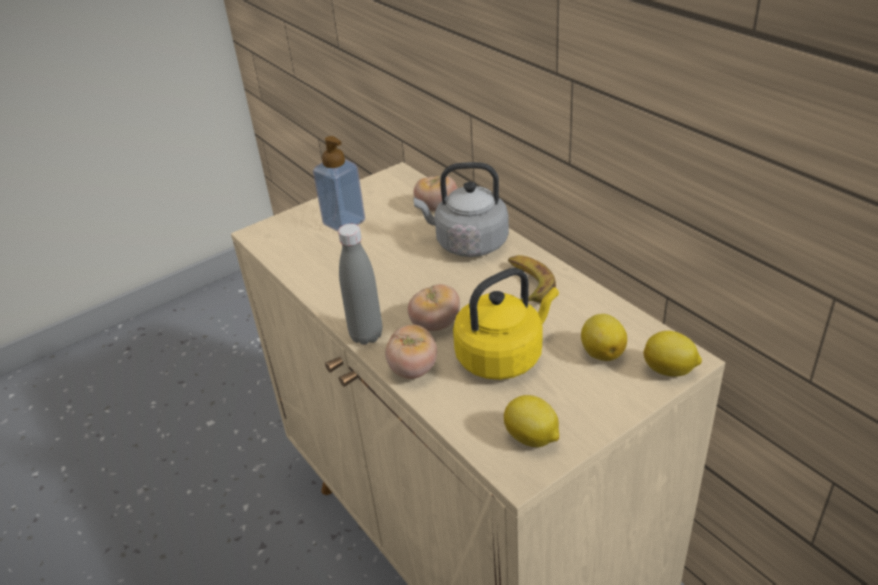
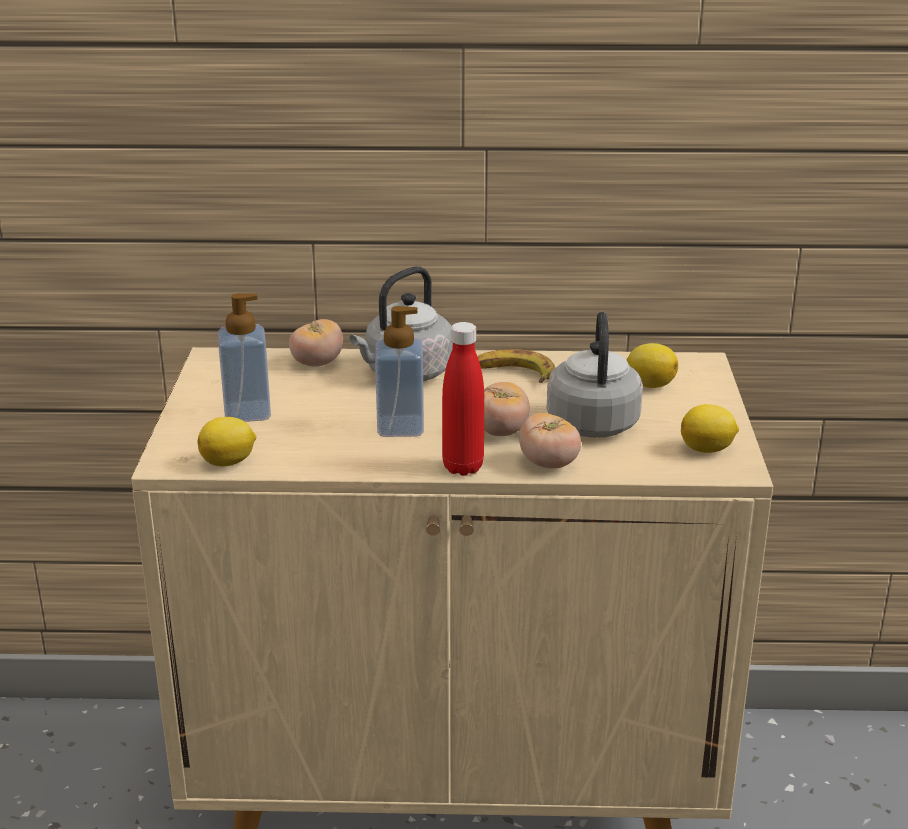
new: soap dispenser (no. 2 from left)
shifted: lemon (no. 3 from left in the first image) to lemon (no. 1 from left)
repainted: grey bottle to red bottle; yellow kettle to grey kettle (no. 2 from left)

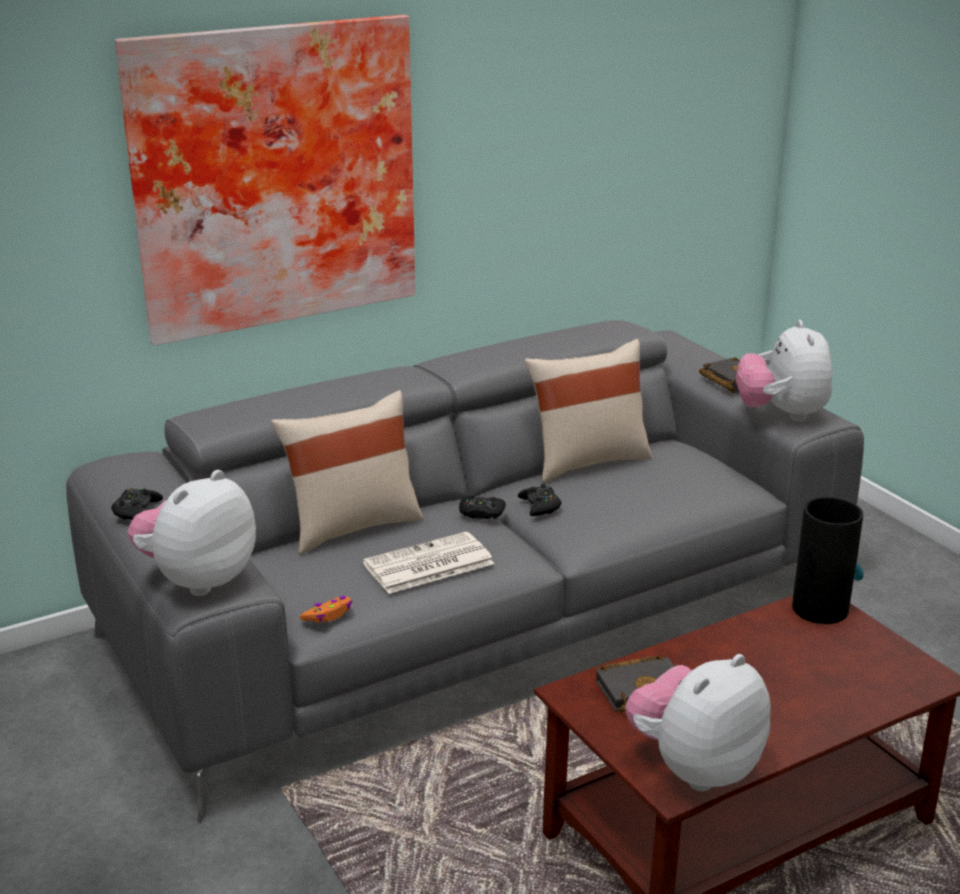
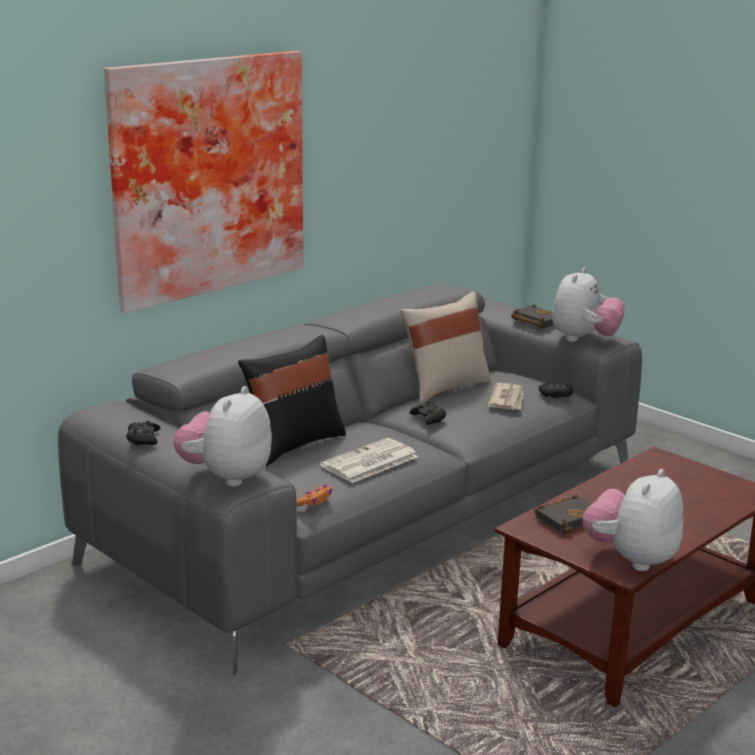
gone: vase
new: newspaper (no. 2 from left)
shifted: black game controller (no. 2 from left in the first image) to black game controller (no. 3 from left)
repainted: beige pillow (no. 1 from left) to black pillow
rotated: plush toy (no. 3 from left in the first image) 135 degrees counterclockwise

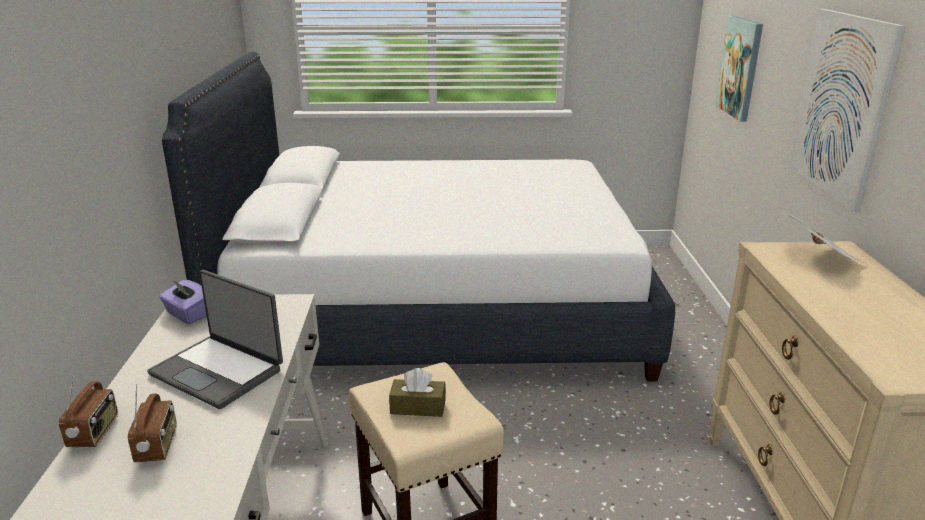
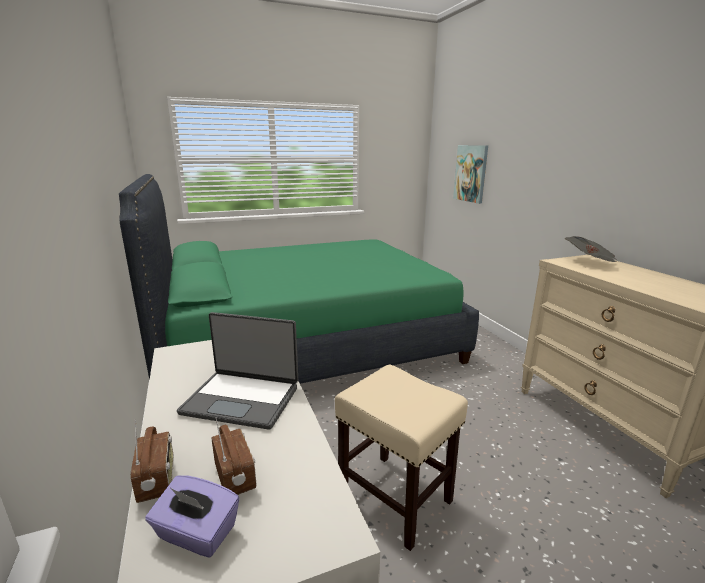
gone: picture (no. 2 from left); brown tissue box
shifted: purple tissue box
repainted: white bed to green bed

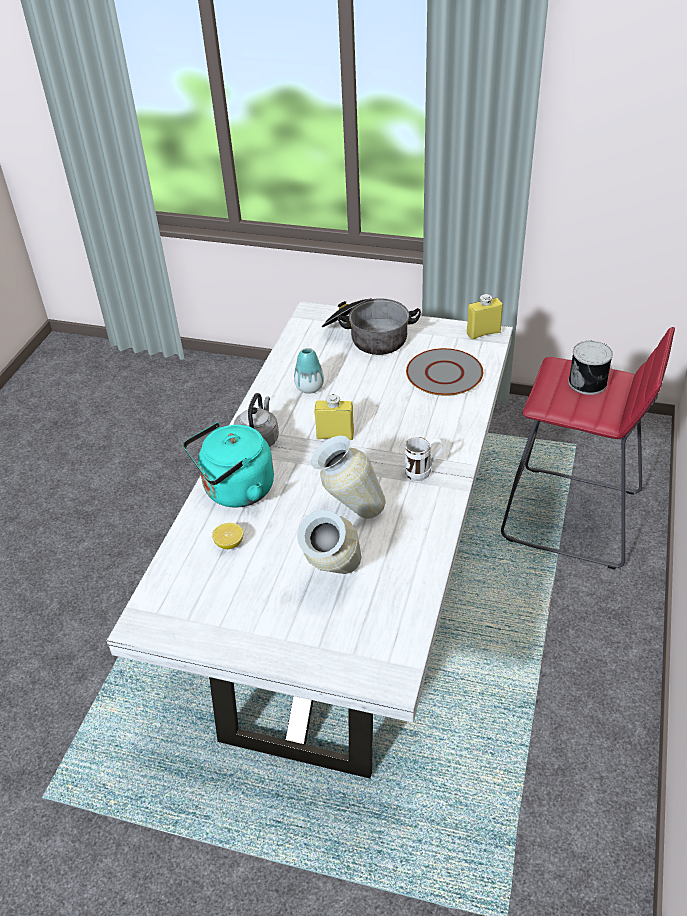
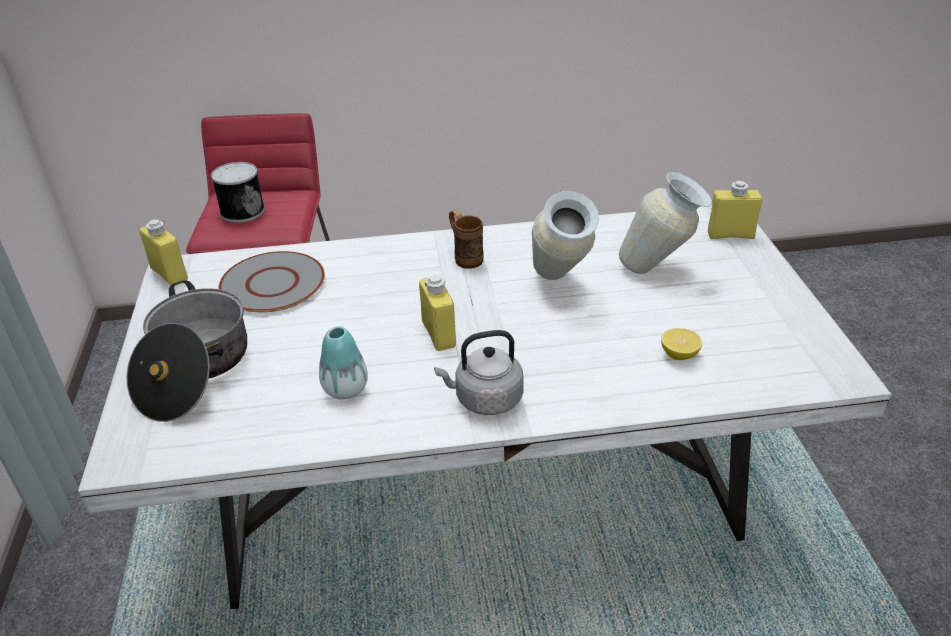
gone: turquoise kettle
new: yellow bottle (no. 3 from left)
repainted: white mug to brown mug

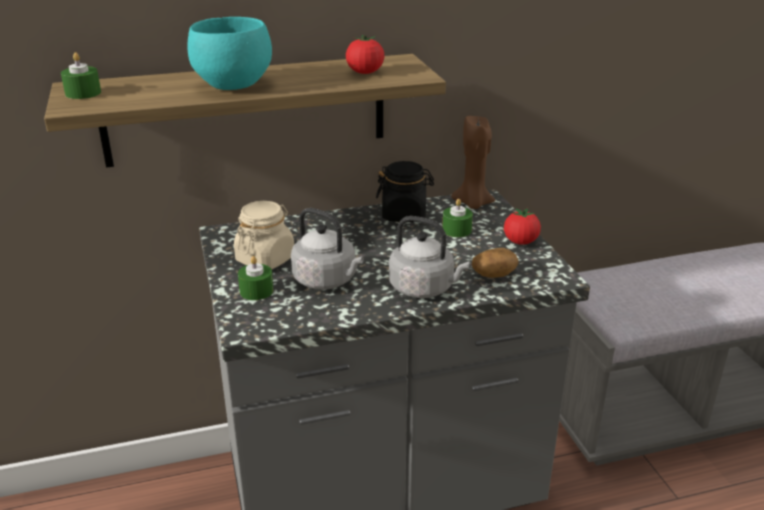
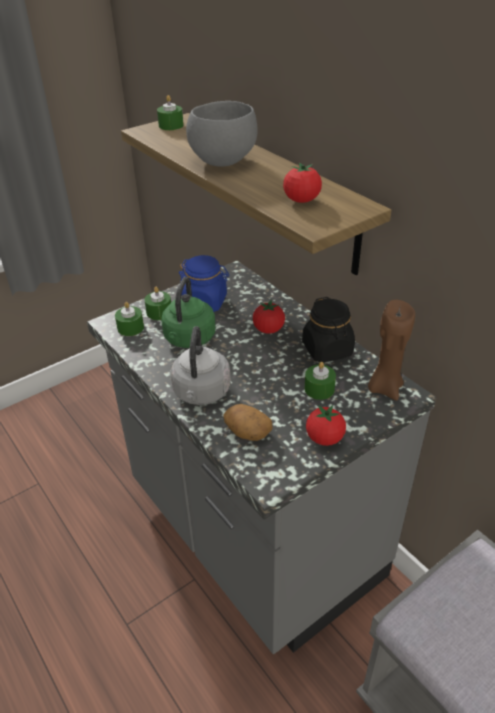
new: tomato (no. 1 from left); green candle (no. 1 from left)
repainted: turquoise bowl to grey bowl; beige jar to blue jar; grey kettle (no. 1 from left) to green kettle

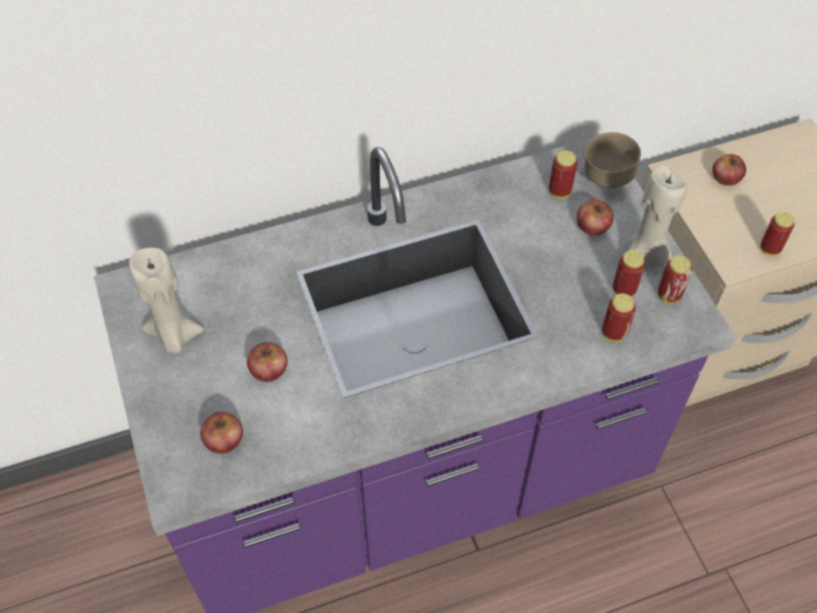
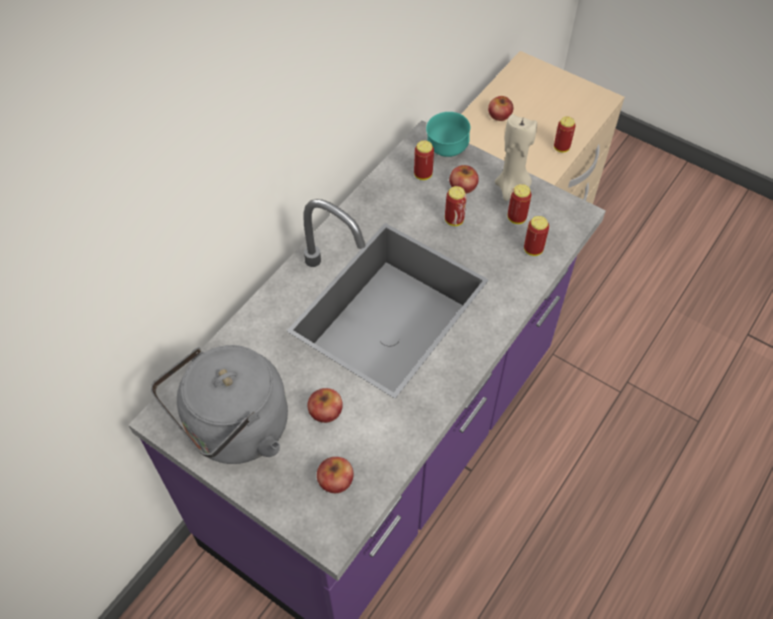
shifted: can (no. 4 from left in the first image) to can (no. 2 from left)
swapped: beige candle (no. 1 from left) to grey kettle
repainted: brown bowl to turquoise bowl

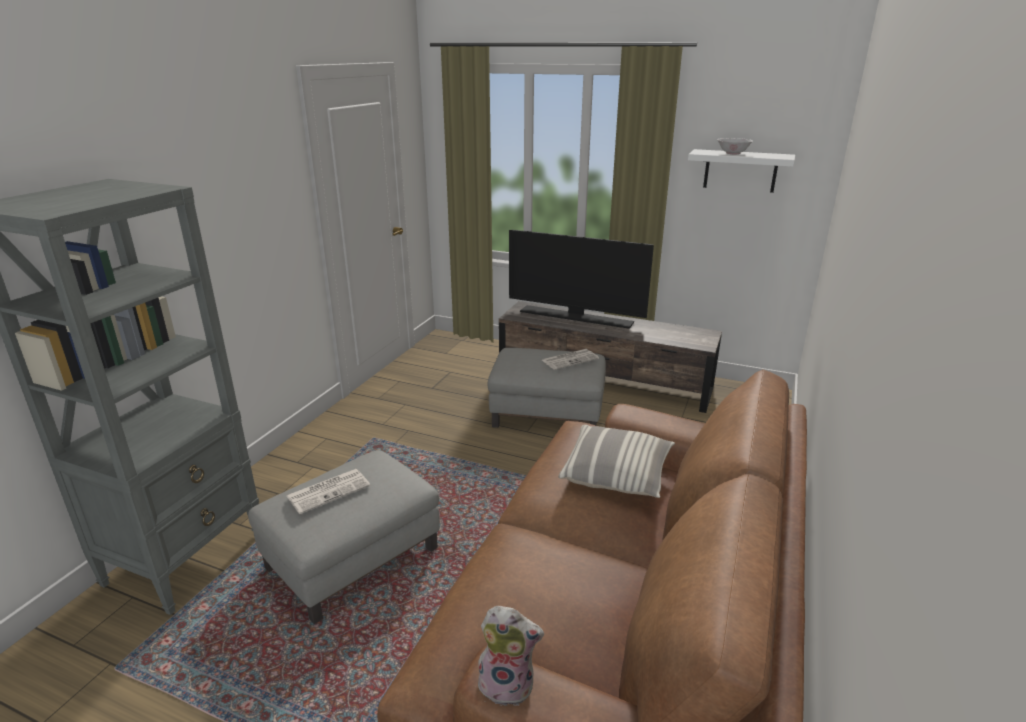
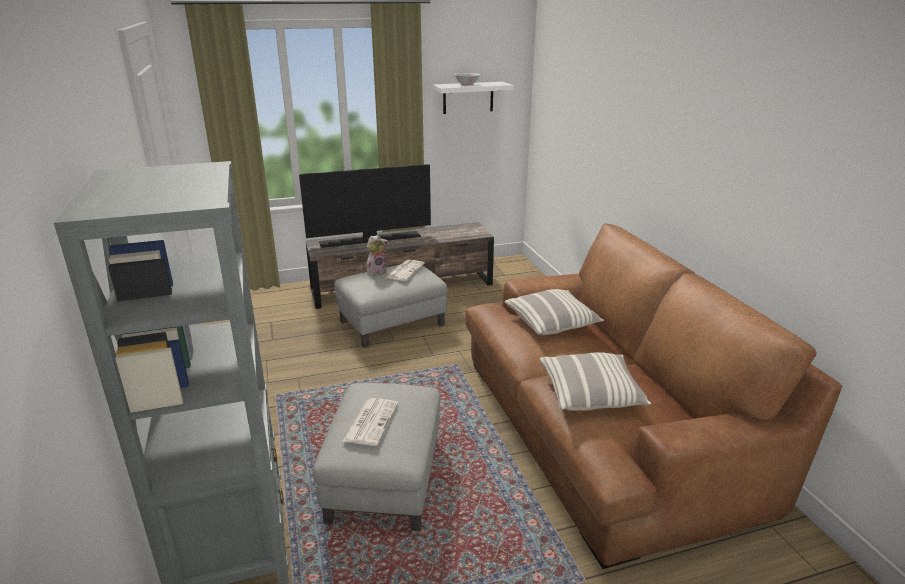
new: pillow (no. 2 from left)
shifted: plush toy

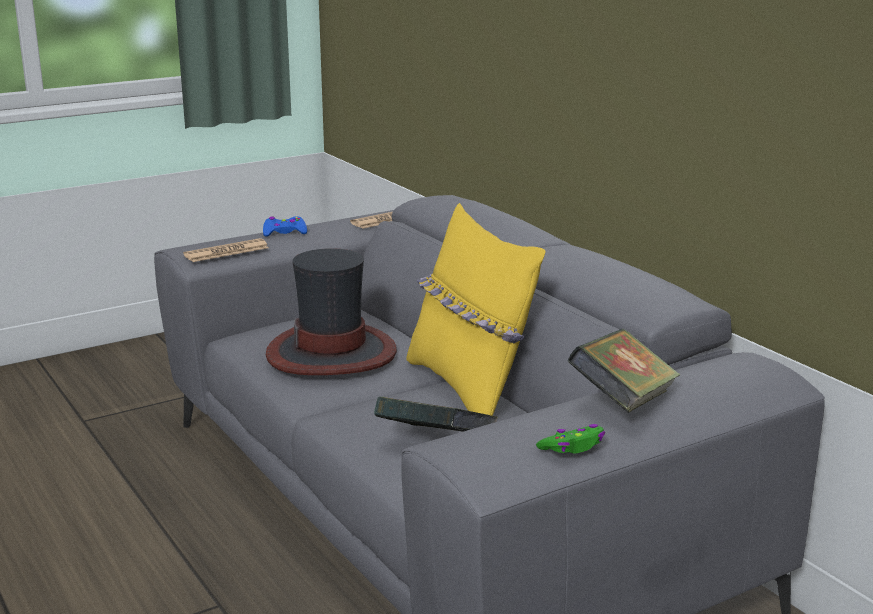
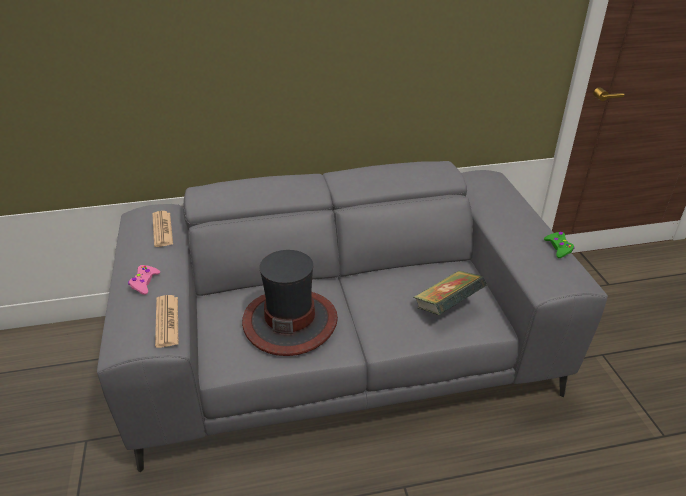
gone: yellow pillow; book (no. 2 from left)
repainted: blue game controller to pink game controller

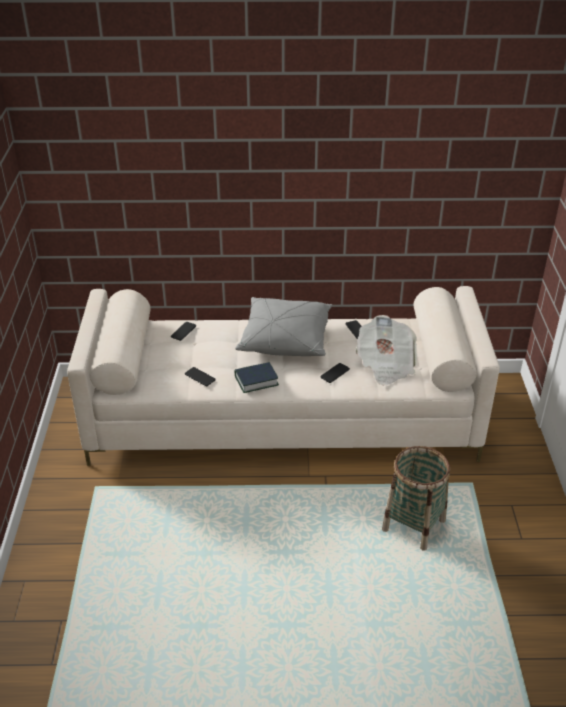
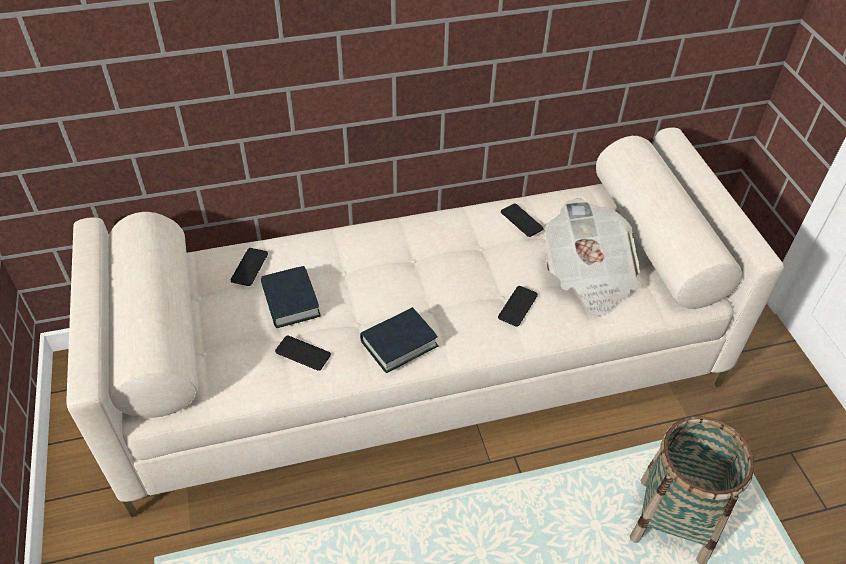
gone: grey pillow
new: book (no. 1 from left)

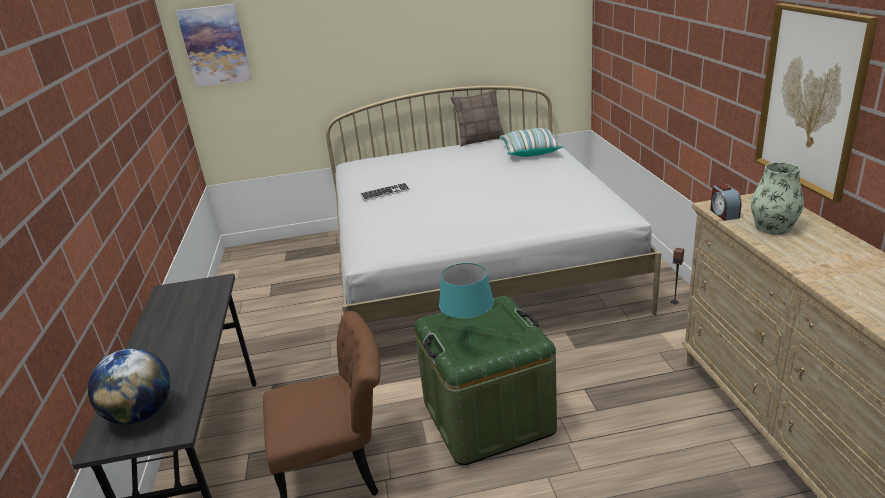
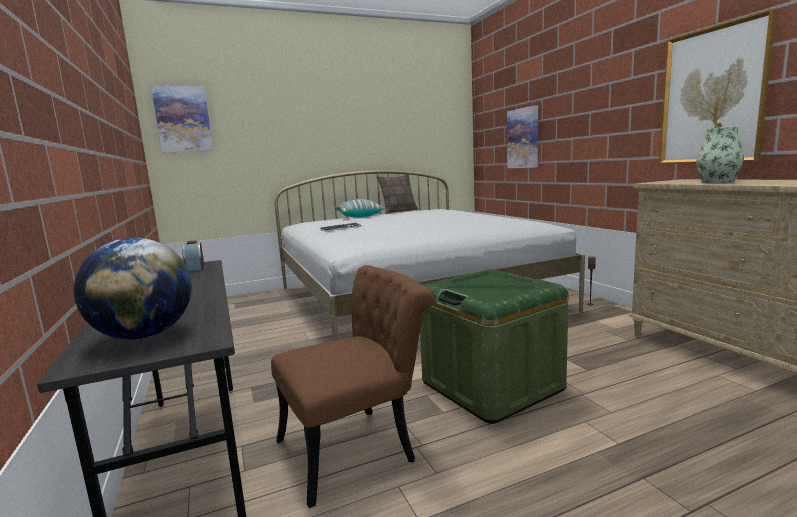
gone: turquoise table lamp
new: picture (no. 2 from left)
shifted: pillow (no. 2 from left in the first image) to pillow (no. 1 from left); alarm clock

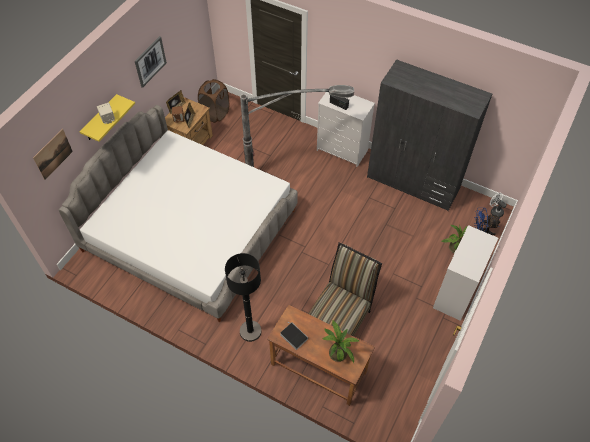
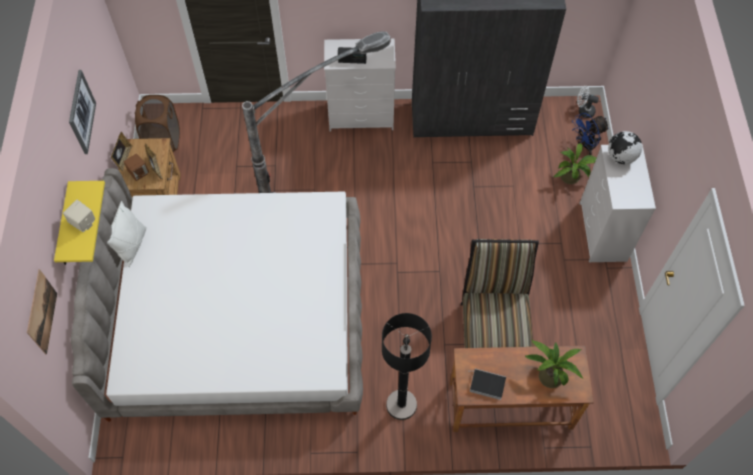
new: globe; white pillow

